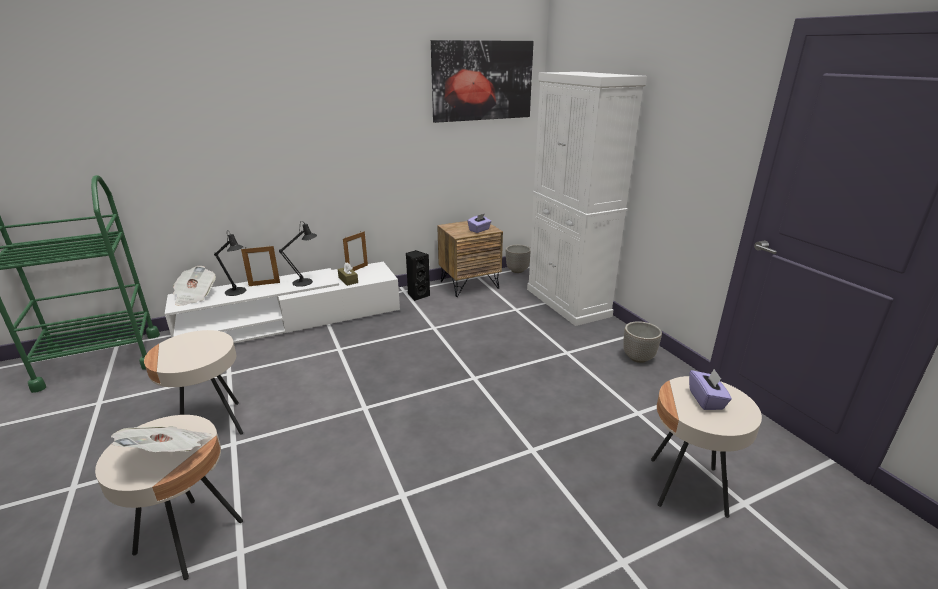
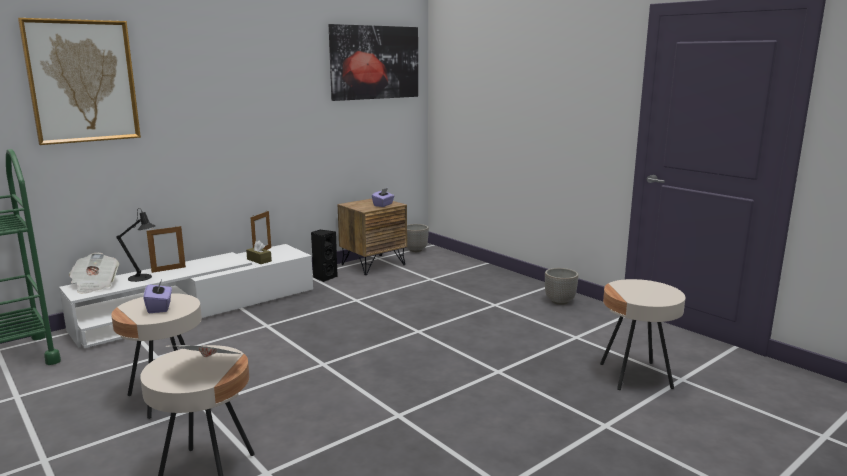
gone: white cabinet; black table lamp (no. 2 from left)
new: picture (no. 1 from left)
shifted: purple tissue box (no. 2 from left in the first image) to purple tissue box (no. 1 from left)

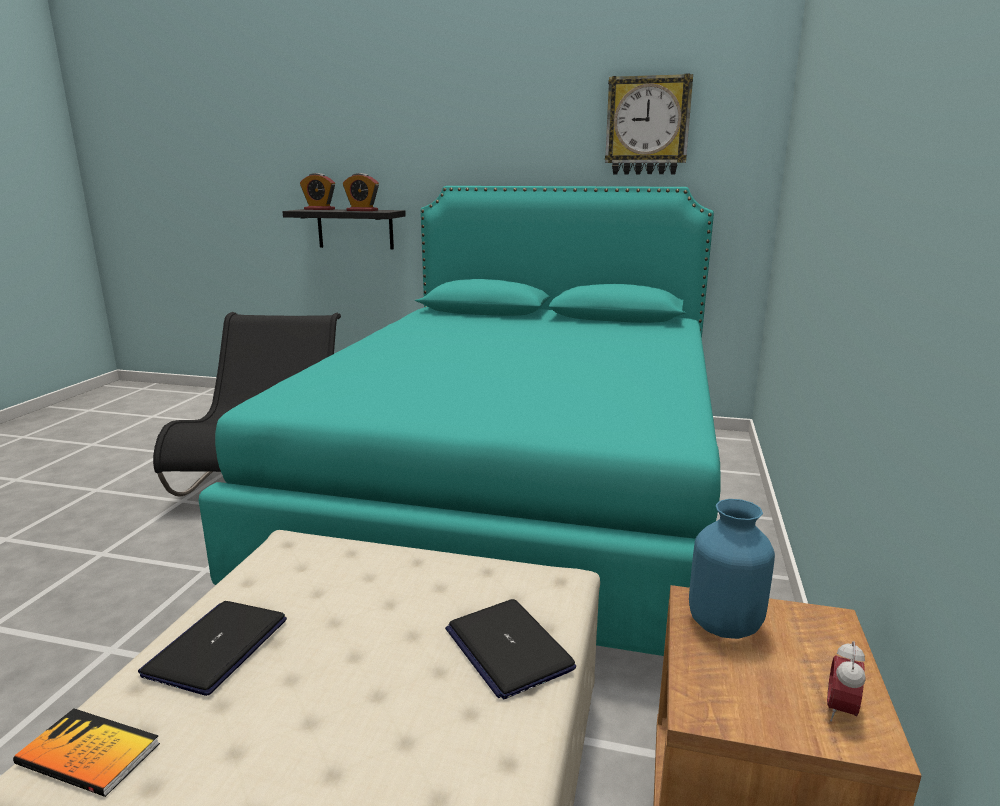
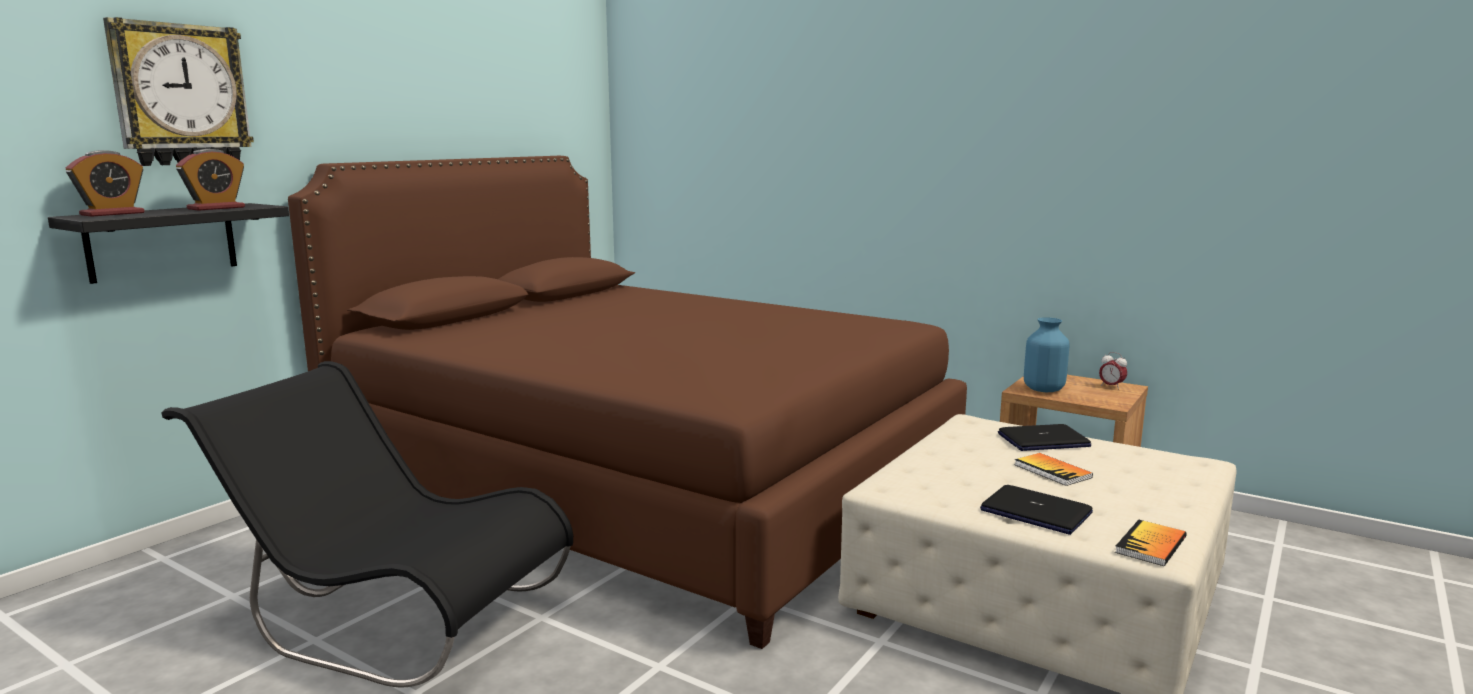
new: book (no. 1 from left)
shifted: wall clock
repainted: turquoise bed to brown bed

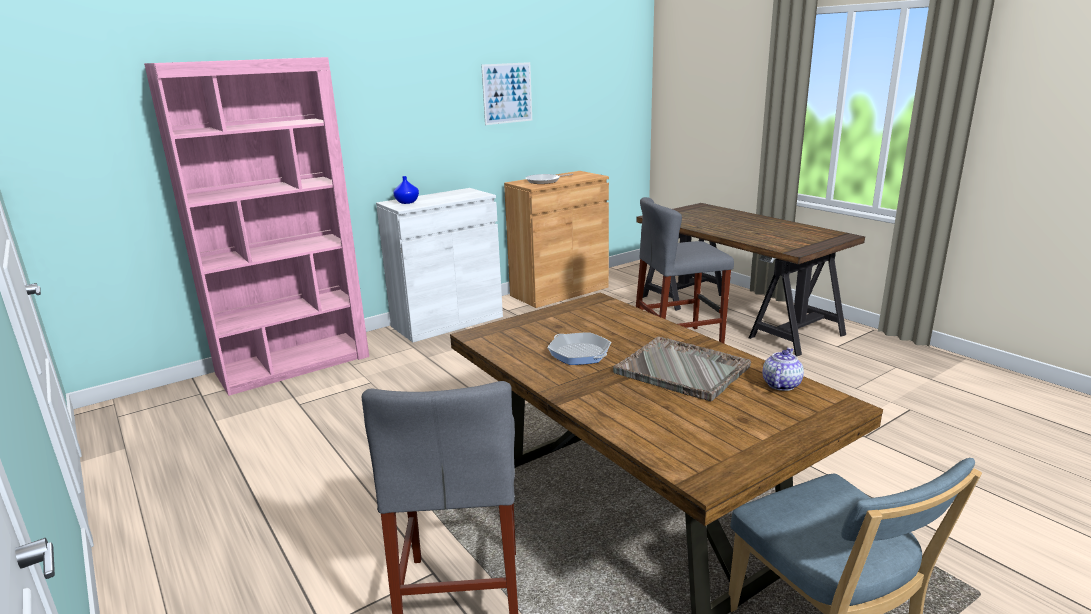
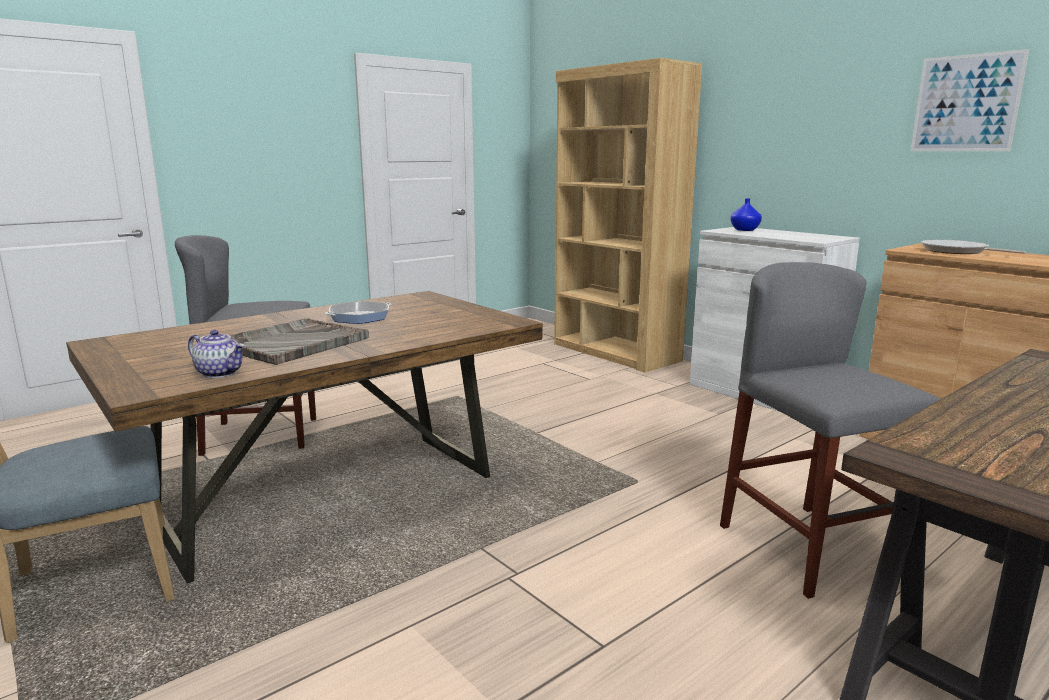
repainted: pink bookcase to brown bookcase

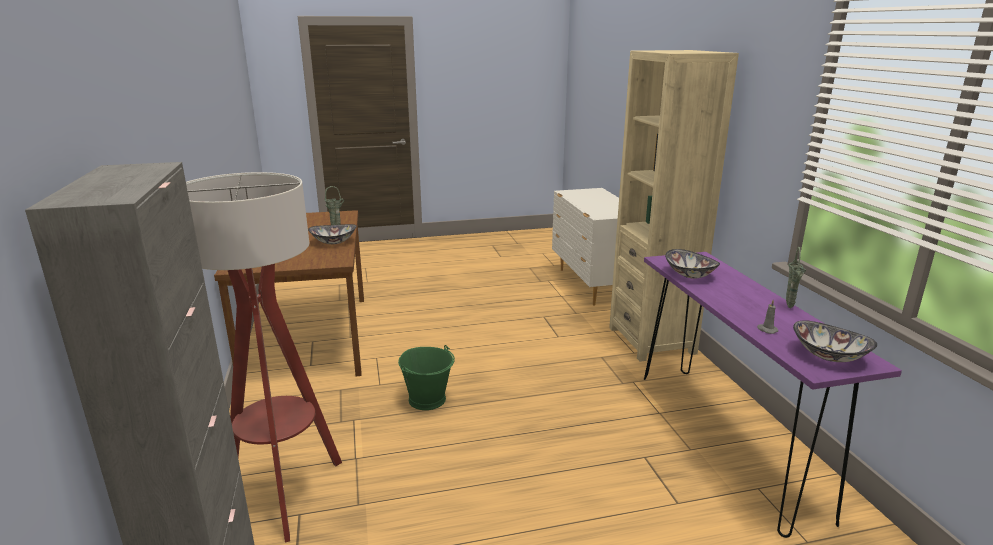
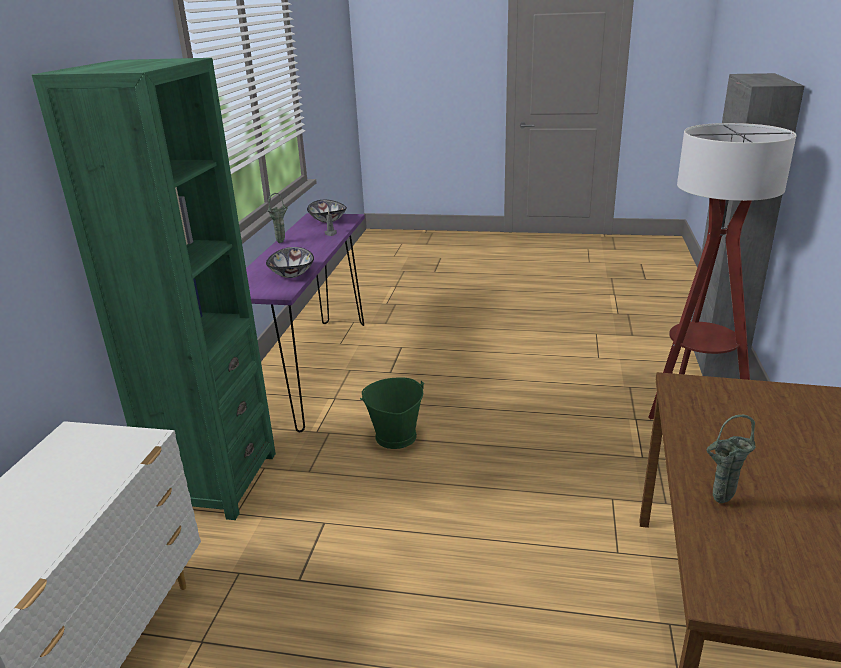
gone: bowl (no. 1 from left)
shifted: green bucket
repainted: beige bookcase to green bookcase

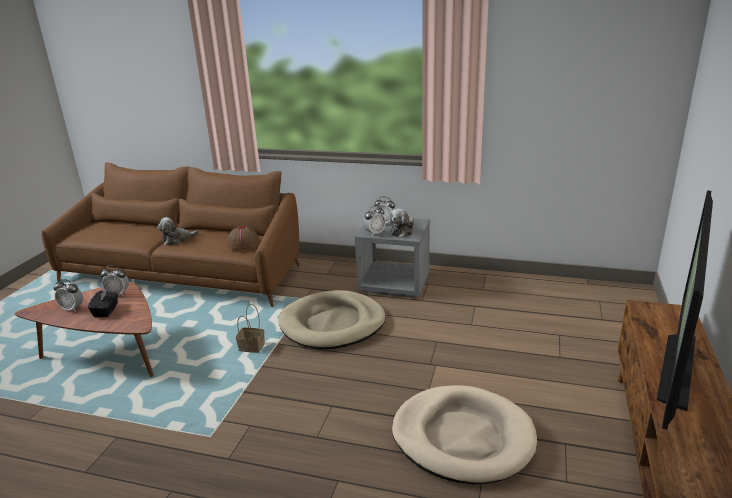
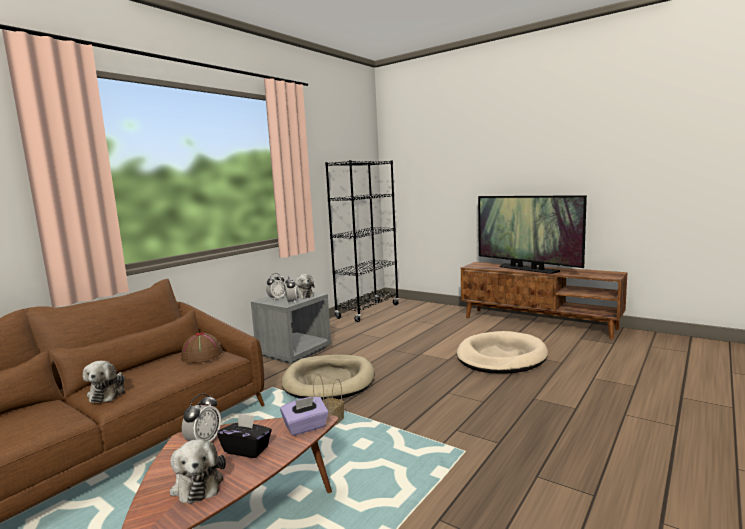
new: black bookcase; purple tissue box
swapped: alarm clock (no. 1 from left) to plush toy (no. 2 from left)

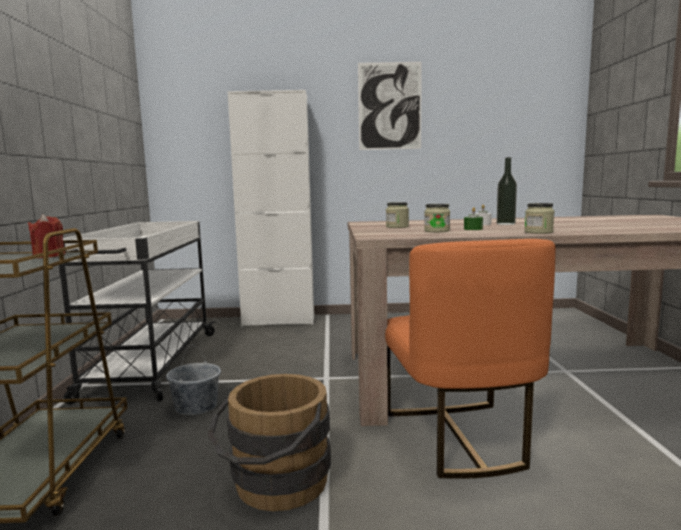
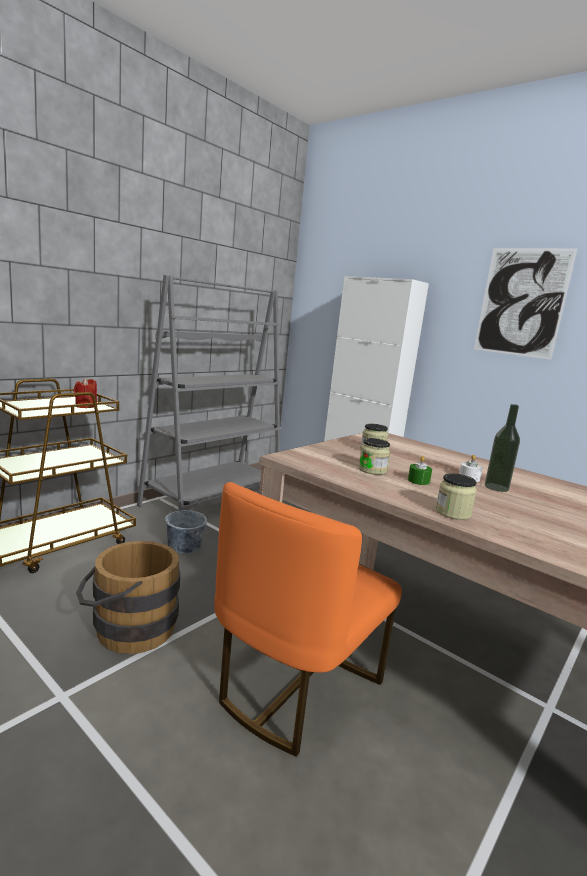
swapped: white cart to grey bookcase

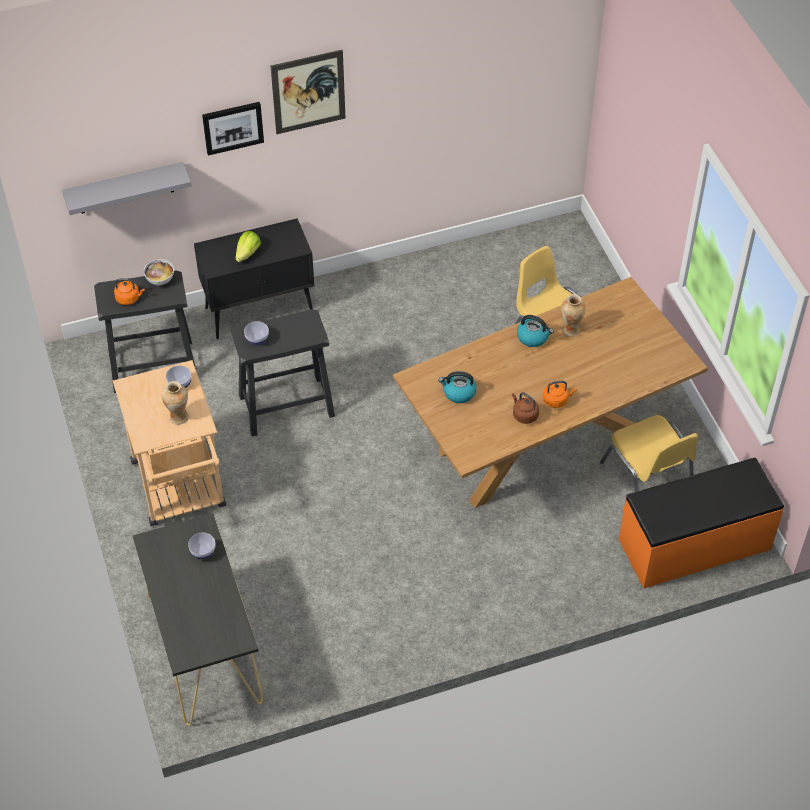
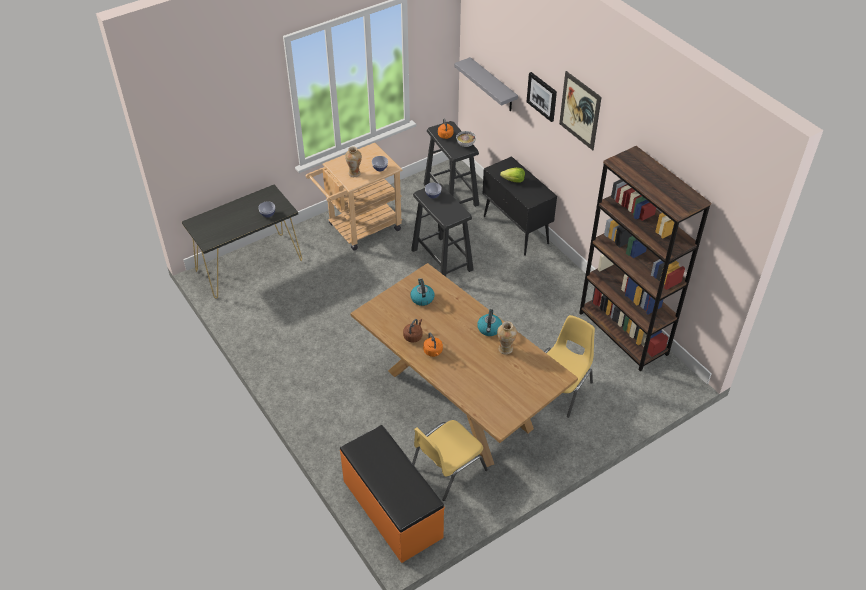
new: brown bookcase

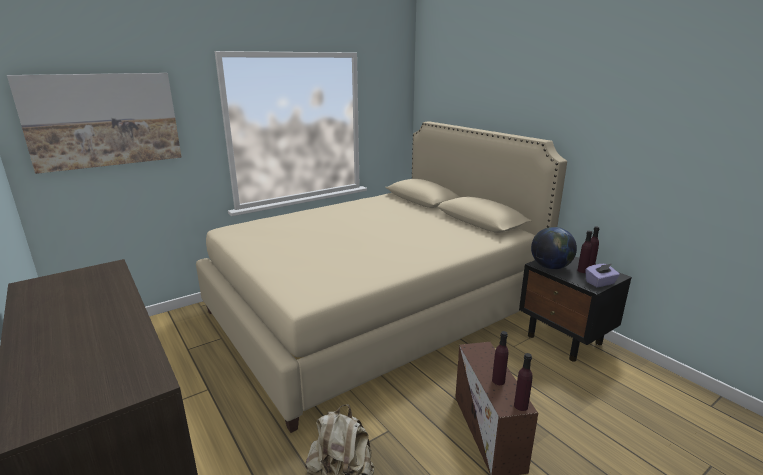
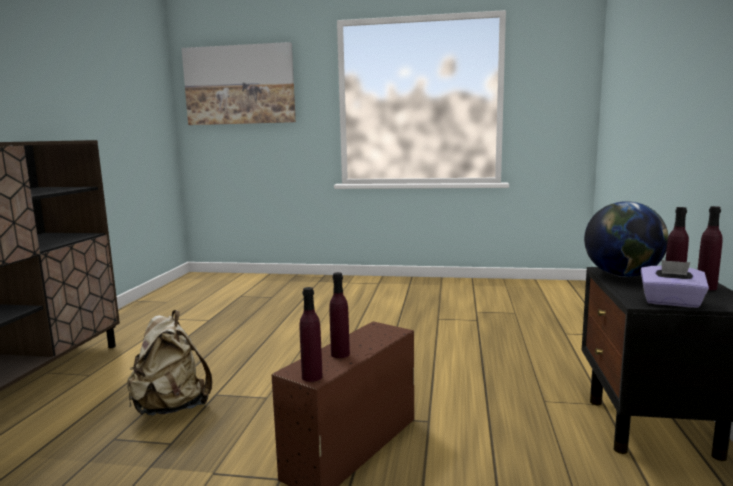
gone: beige bed

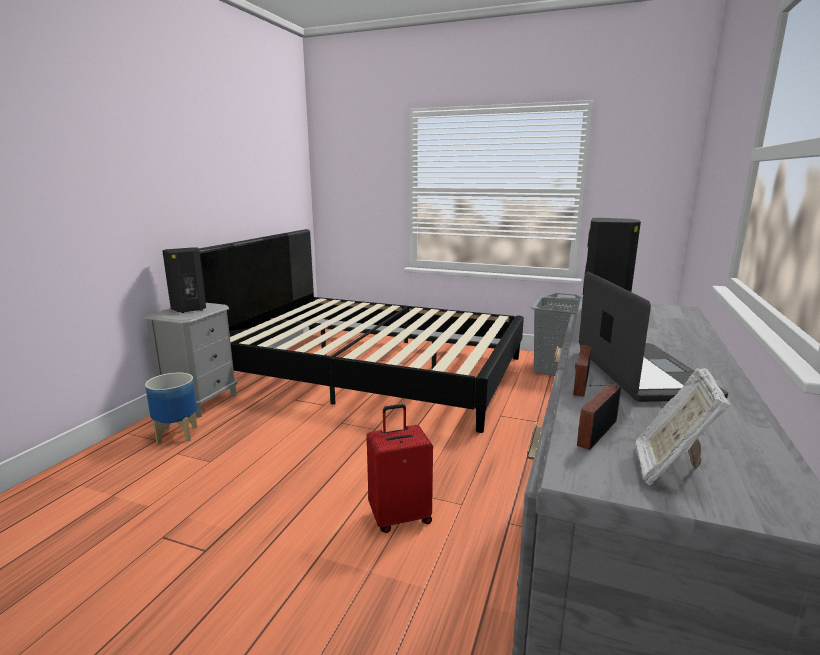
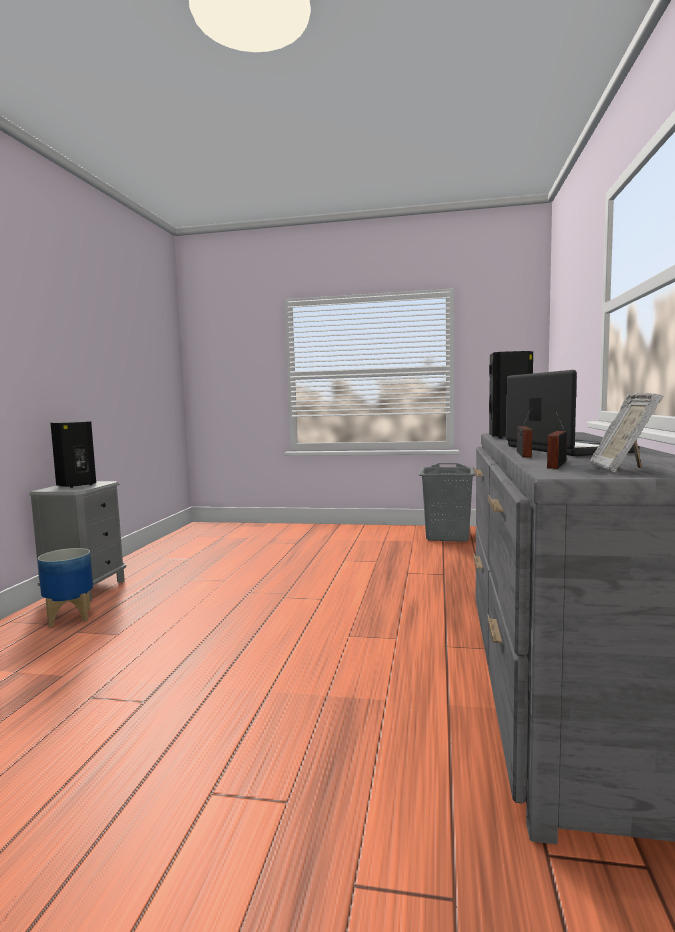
gone: black bed; red suitcase

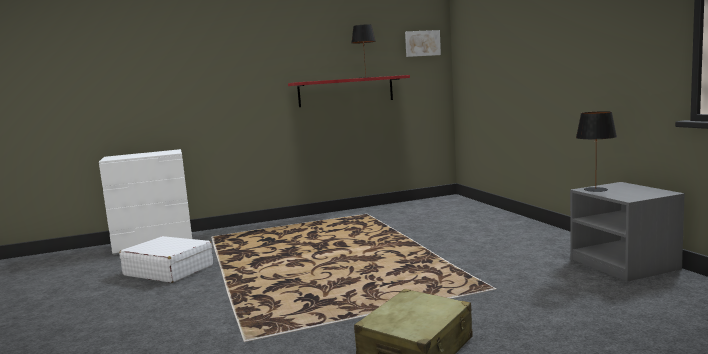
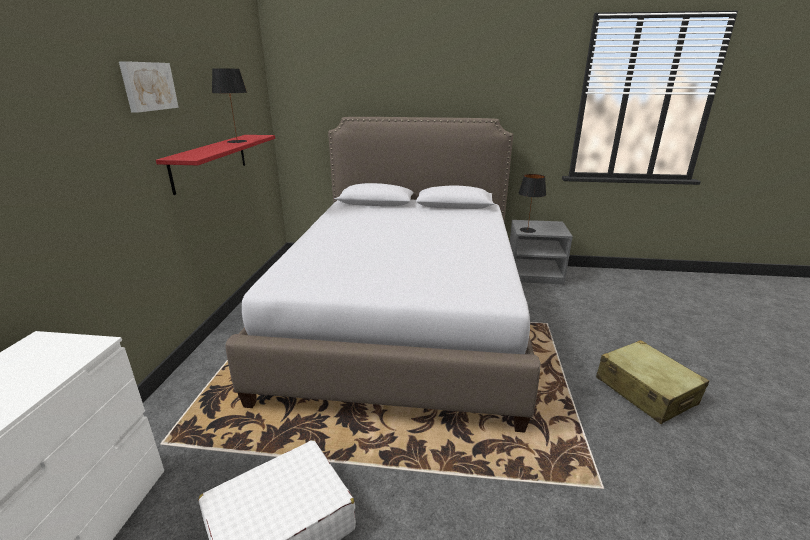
new: bed
shifted: picture

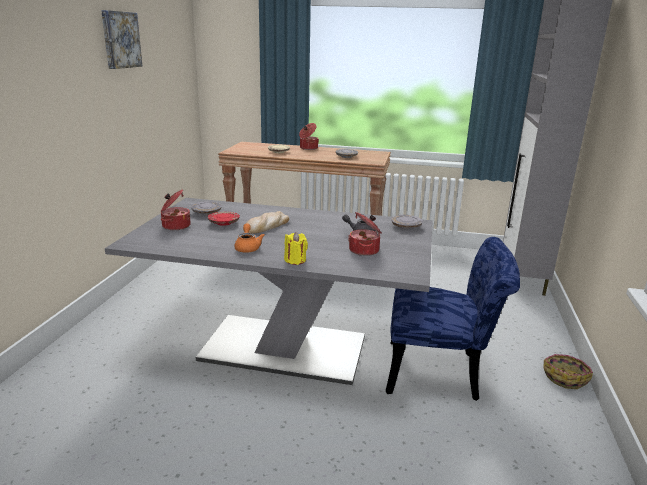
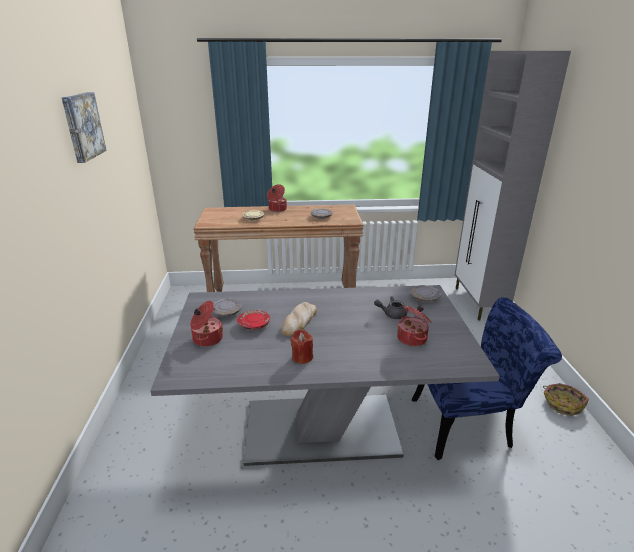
gone: yellow candle
swapped: orange teapot to red candle

